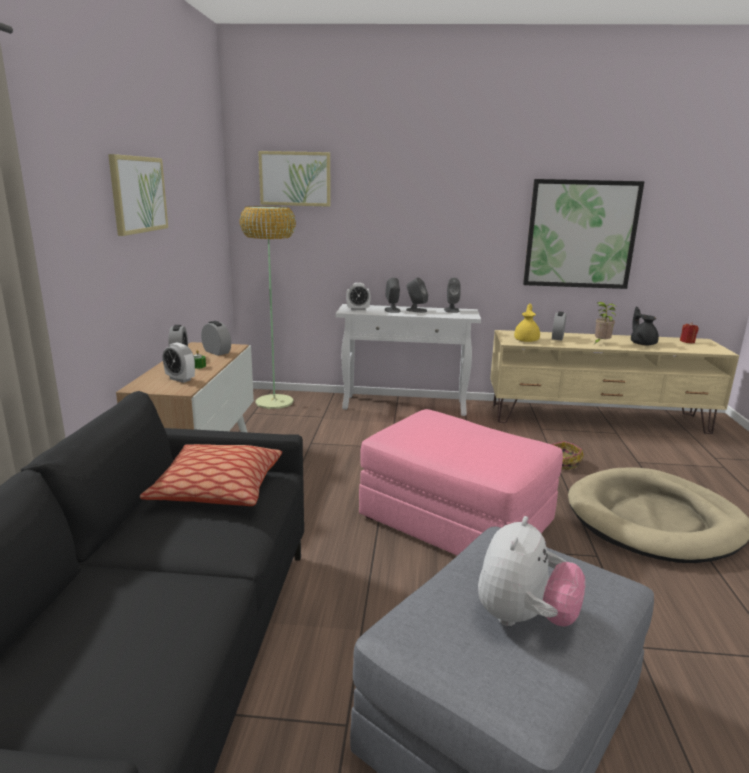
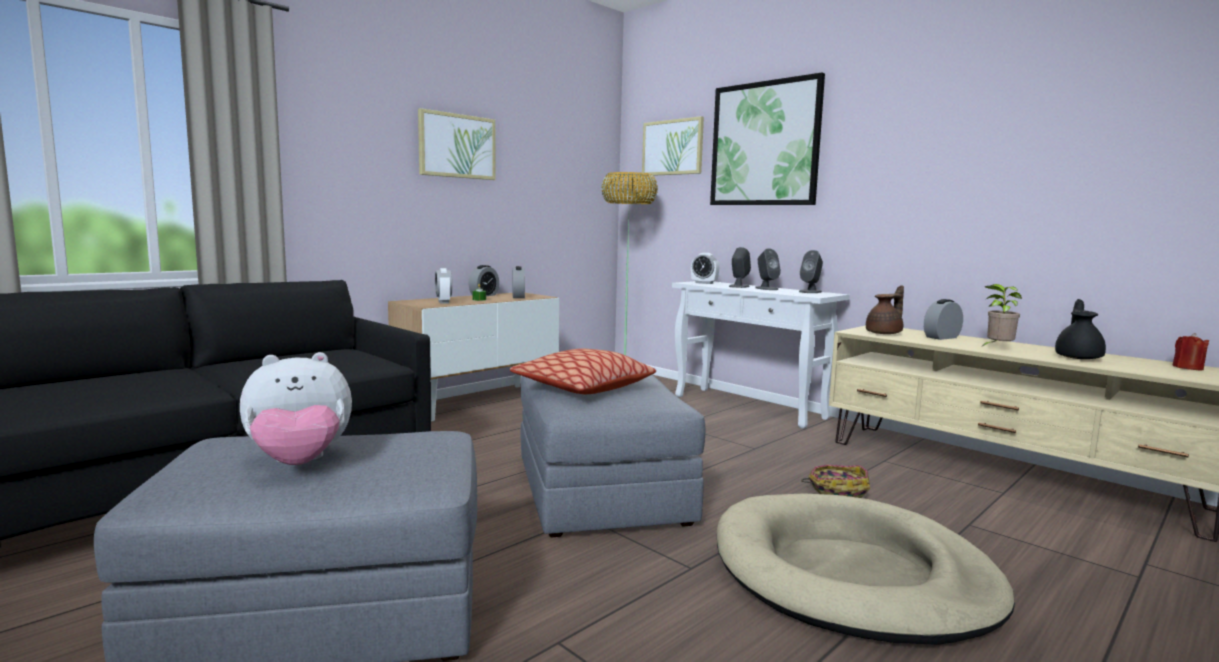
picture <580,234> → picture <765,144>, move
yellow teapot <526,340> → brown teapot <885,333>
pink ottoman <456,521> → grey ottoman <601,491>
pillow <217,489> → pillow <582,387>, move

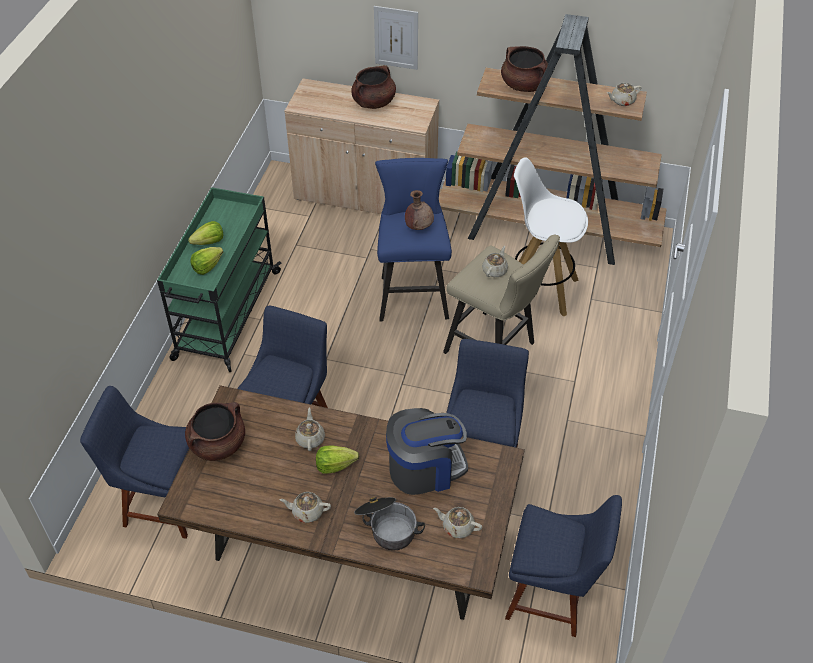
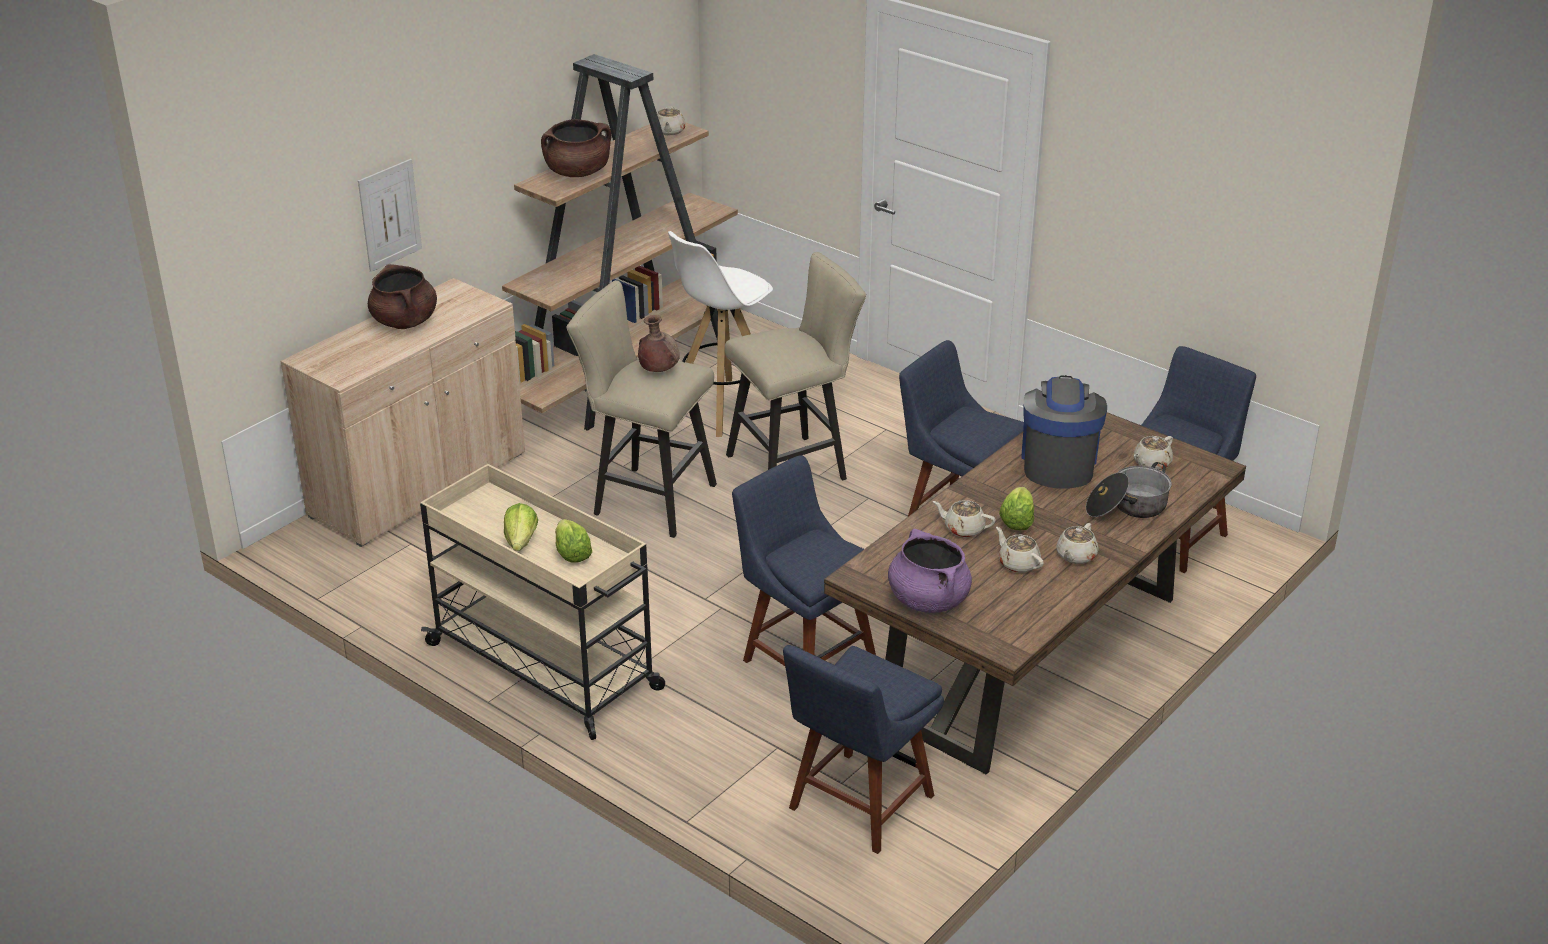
blue stool <412,293> → beige stool <646,499>
green cart <226,316> → beige cart <546,668>
beige teapot <495,270> → beige teapot <1018,563>, move
brown cooking pot <218,444> → purple cooking pot <927,600>

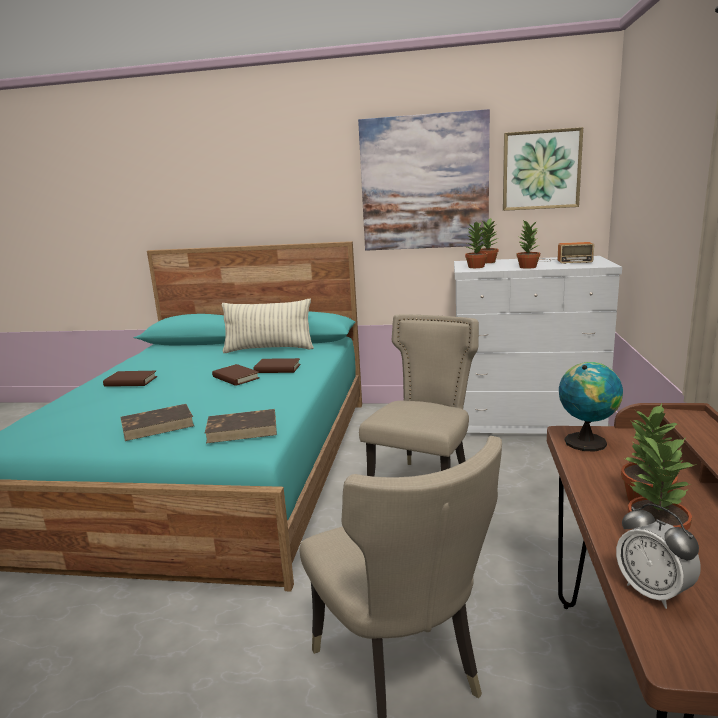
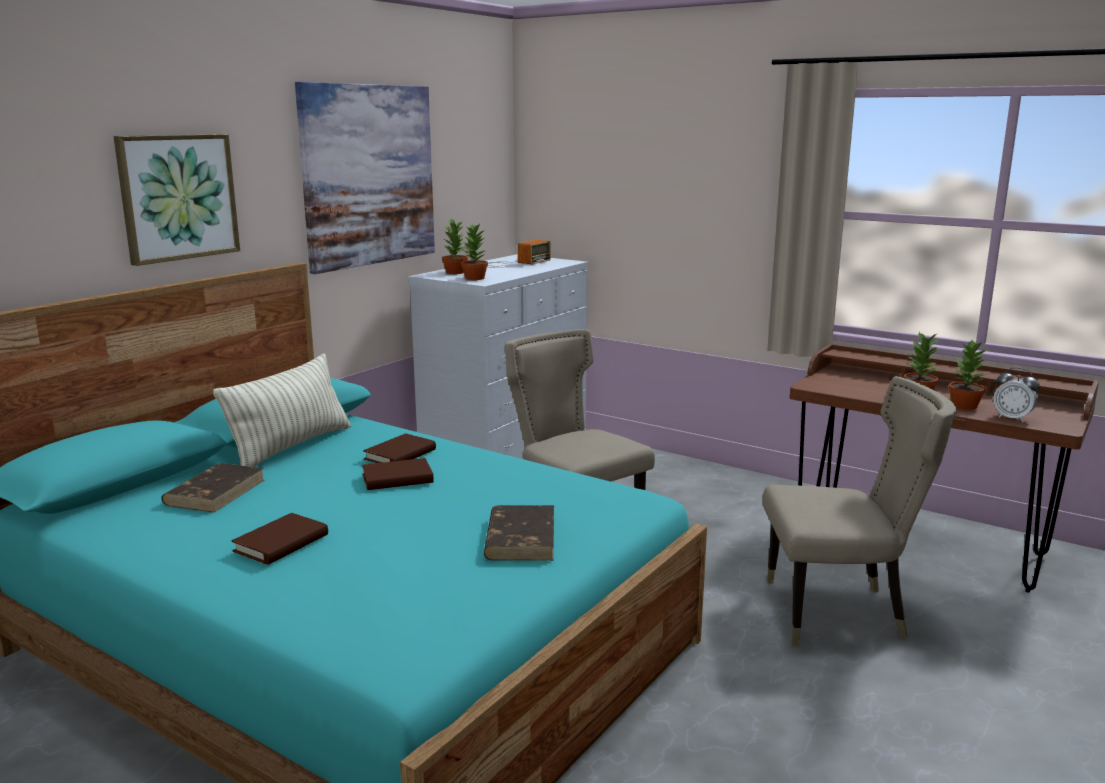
picture <541,170> → picture <178,197>, move
potted plant <527,267> → -
globe <586,441> → -
brown book <243,429> → brown book <216,492>, move
alarm clock <653,592> → alarm clock <1012,418>, 45 degrees clockwise

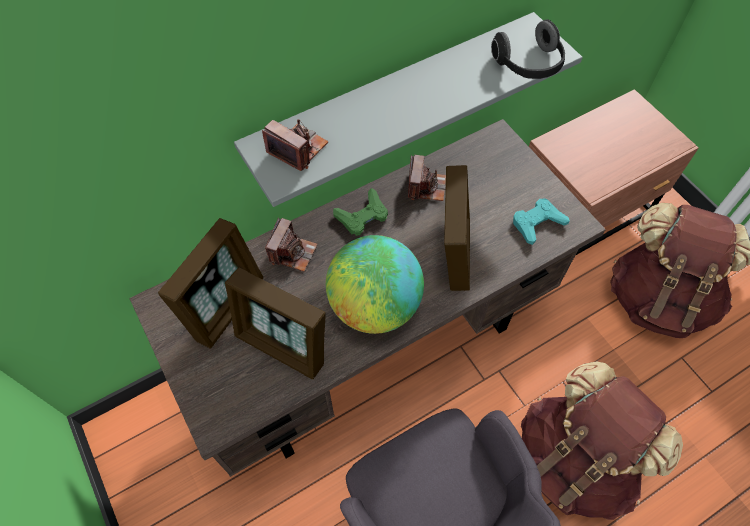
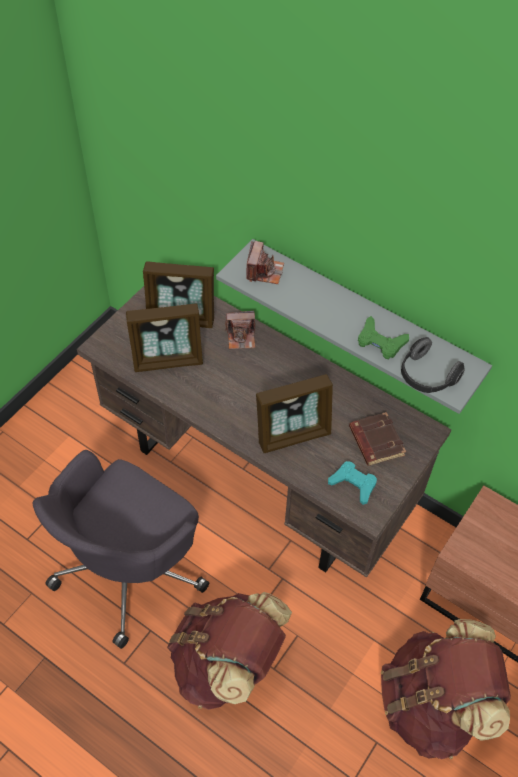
photo camera <426,186> → -
green game controller <362,216> → green game controller <380,342>, move
globe <374,306> → -
picture frame <283,345> → picture frame <168,360>, 105 degrees counterclockwise
- → brown book <375,441>

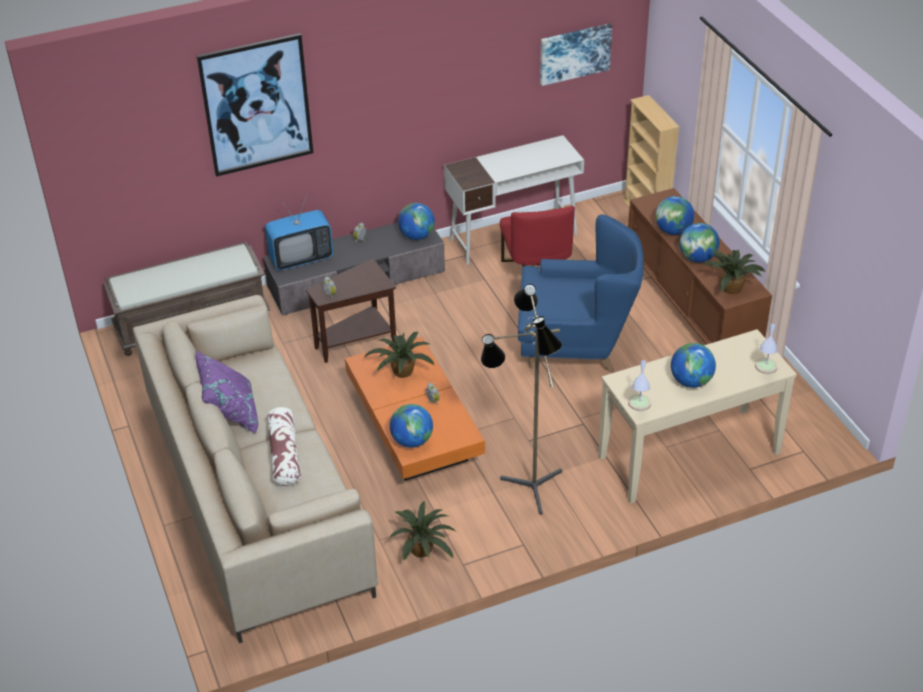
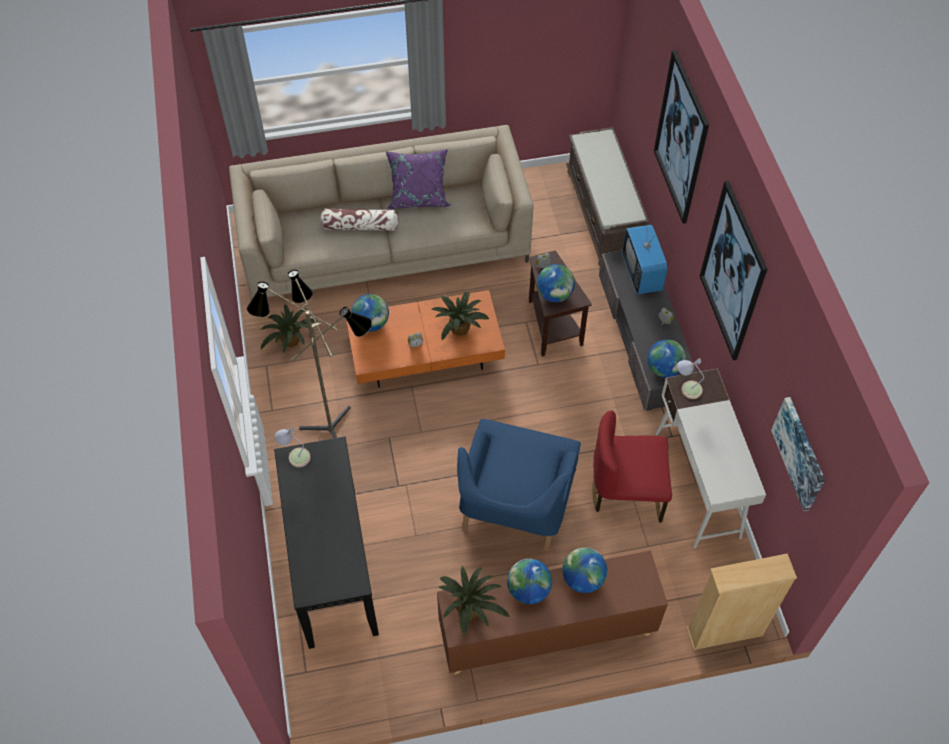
table lamp <765,370> → table lamp <687,388>, move
beige console table <689,455> → black console table <331,565>
globe <691,381> → globe <554,294>, move
- → picture <732,272>

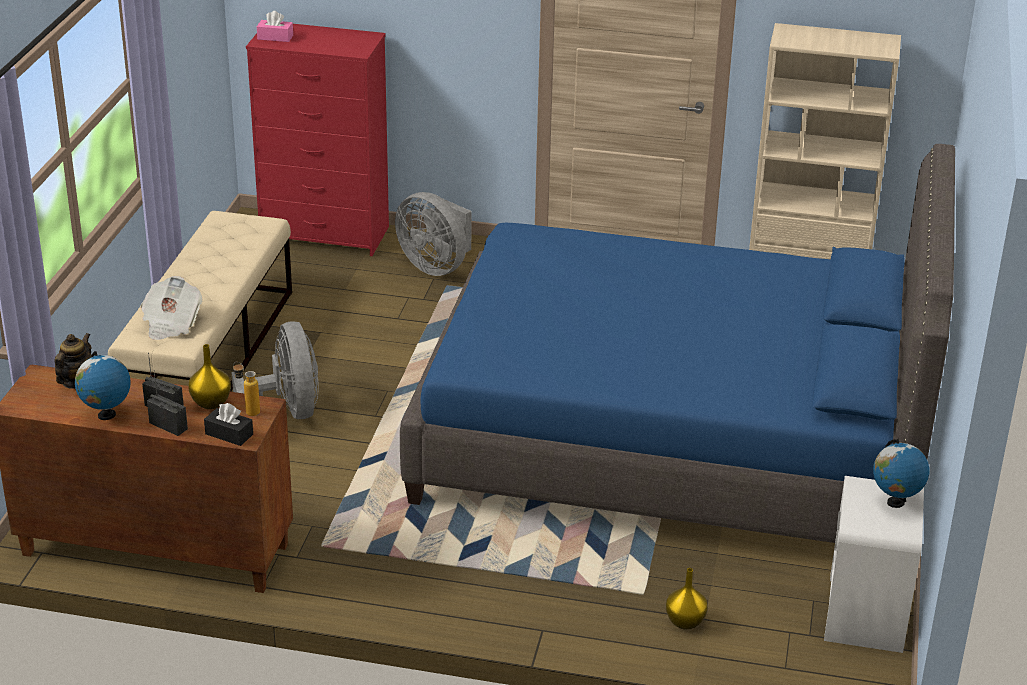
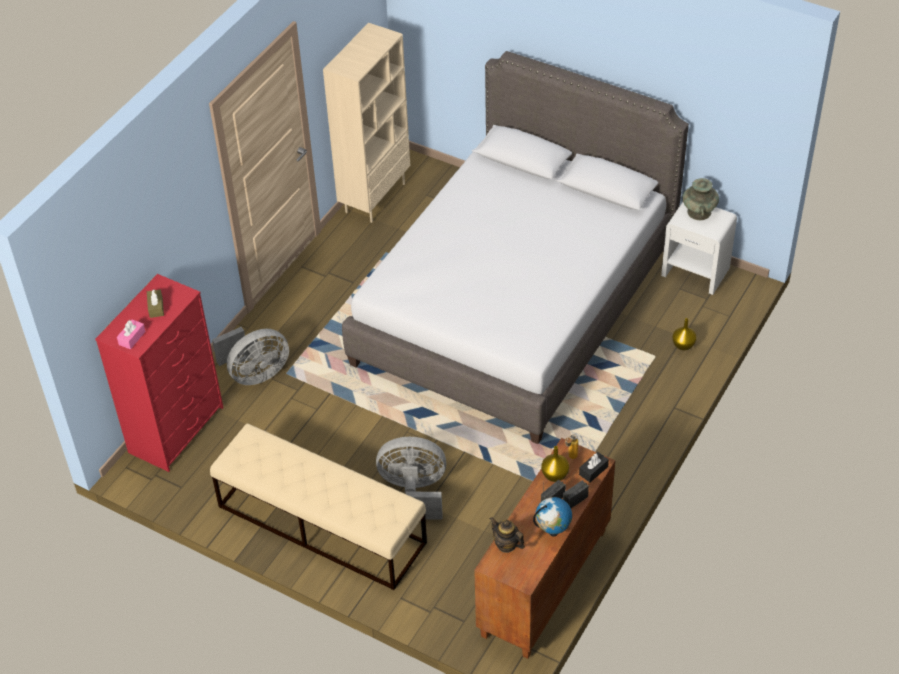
blue bed <673,440> → grey bed <514,304>
newspaper <171,324> → -
globe <895,502> → turquoise vase <699,212>
- → brown tissue box <156,307>

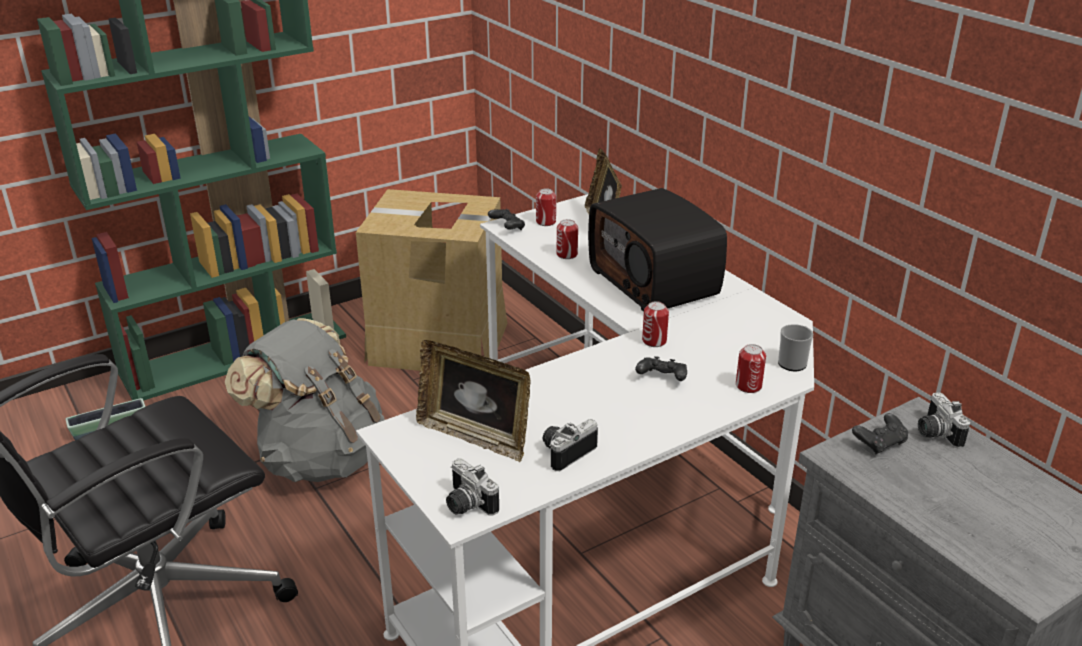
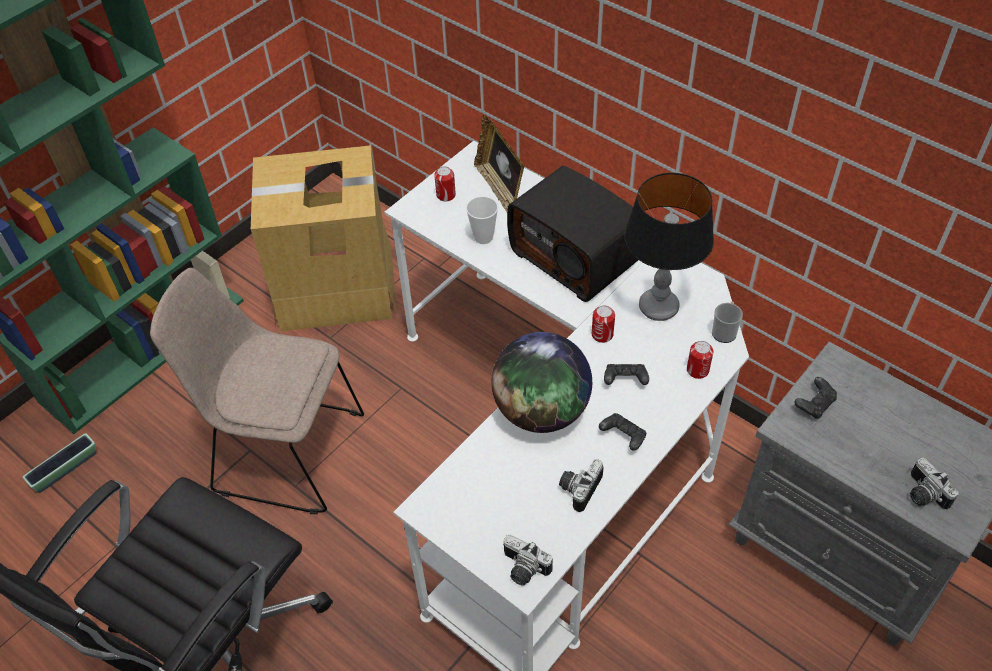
black game controller <507,228> → black game controller <623,437>, move
can <567,254> → cup <483,237>
grey backpack <320,457> → beige chair <284,451>
picture frame <475,436> → -
photo camera <935,433> → photo camera <922,494>, move
- → table lamp <658,307>
- → globe <541,411>

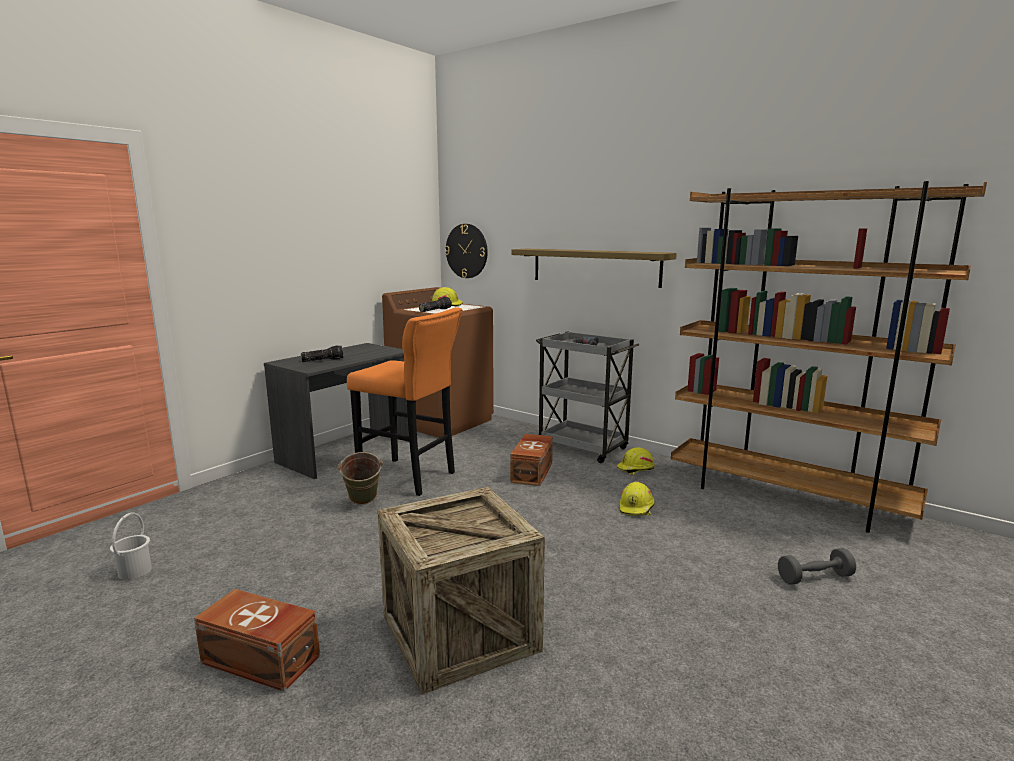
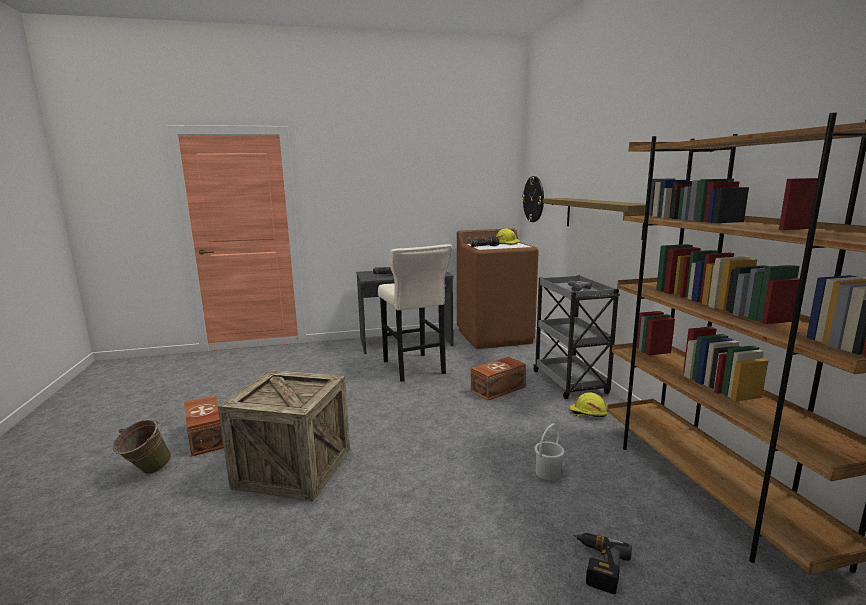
orange stool <410,478> → beige stool <414,369>
green bucket <362,503> → green bucket <146,472>, move
yellow hard hat <636,508> → -
white bucket <134,571> → white bucket <547,472>, move
grey dumbbell <814,578> → power drill <597,566>

